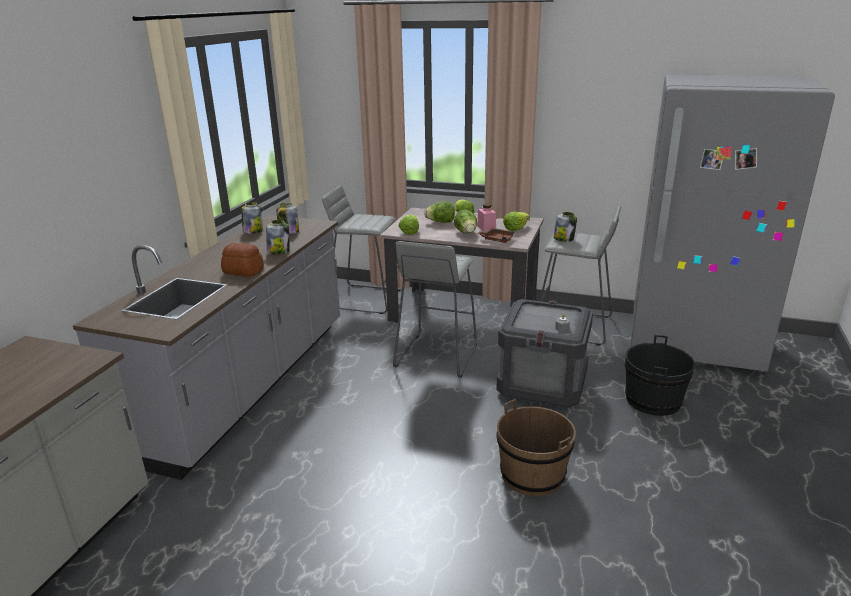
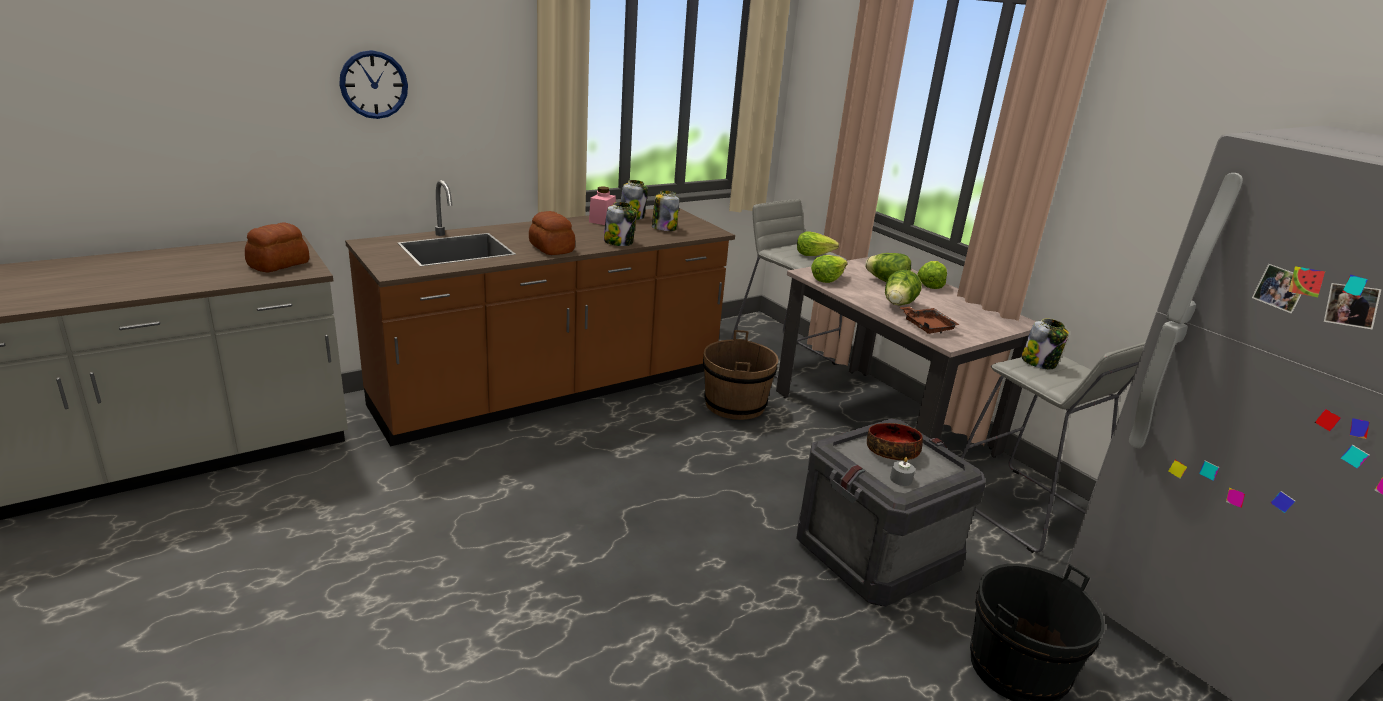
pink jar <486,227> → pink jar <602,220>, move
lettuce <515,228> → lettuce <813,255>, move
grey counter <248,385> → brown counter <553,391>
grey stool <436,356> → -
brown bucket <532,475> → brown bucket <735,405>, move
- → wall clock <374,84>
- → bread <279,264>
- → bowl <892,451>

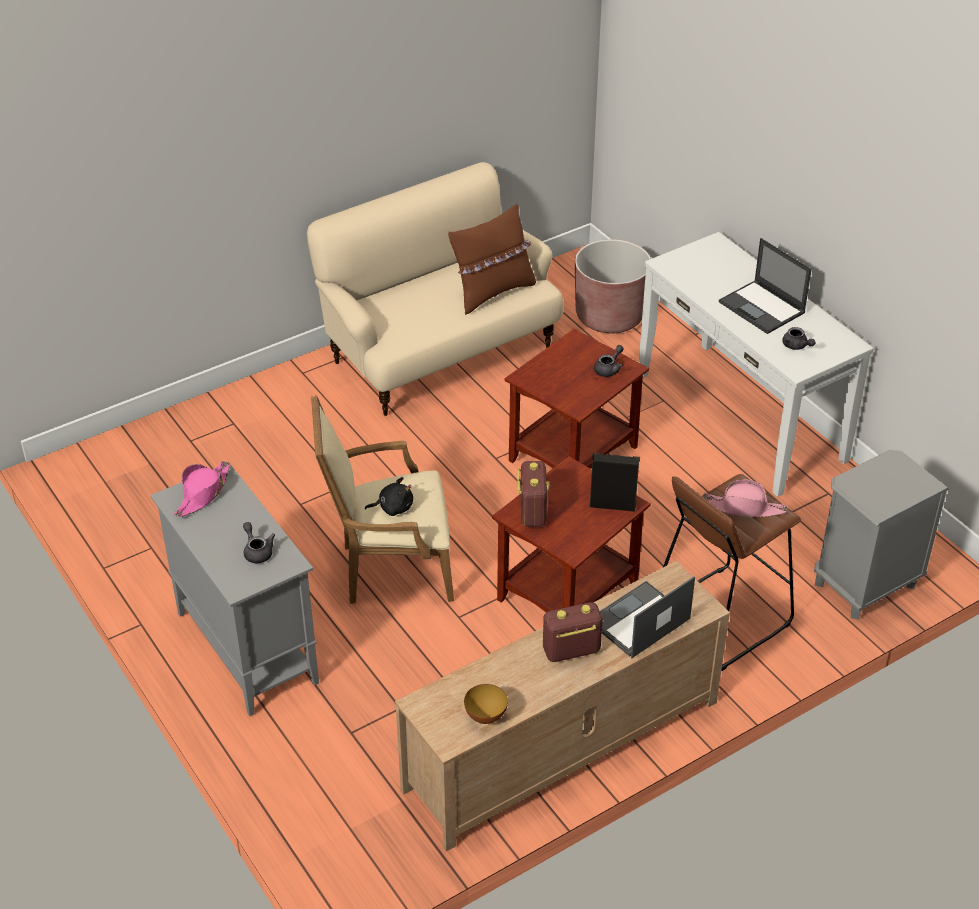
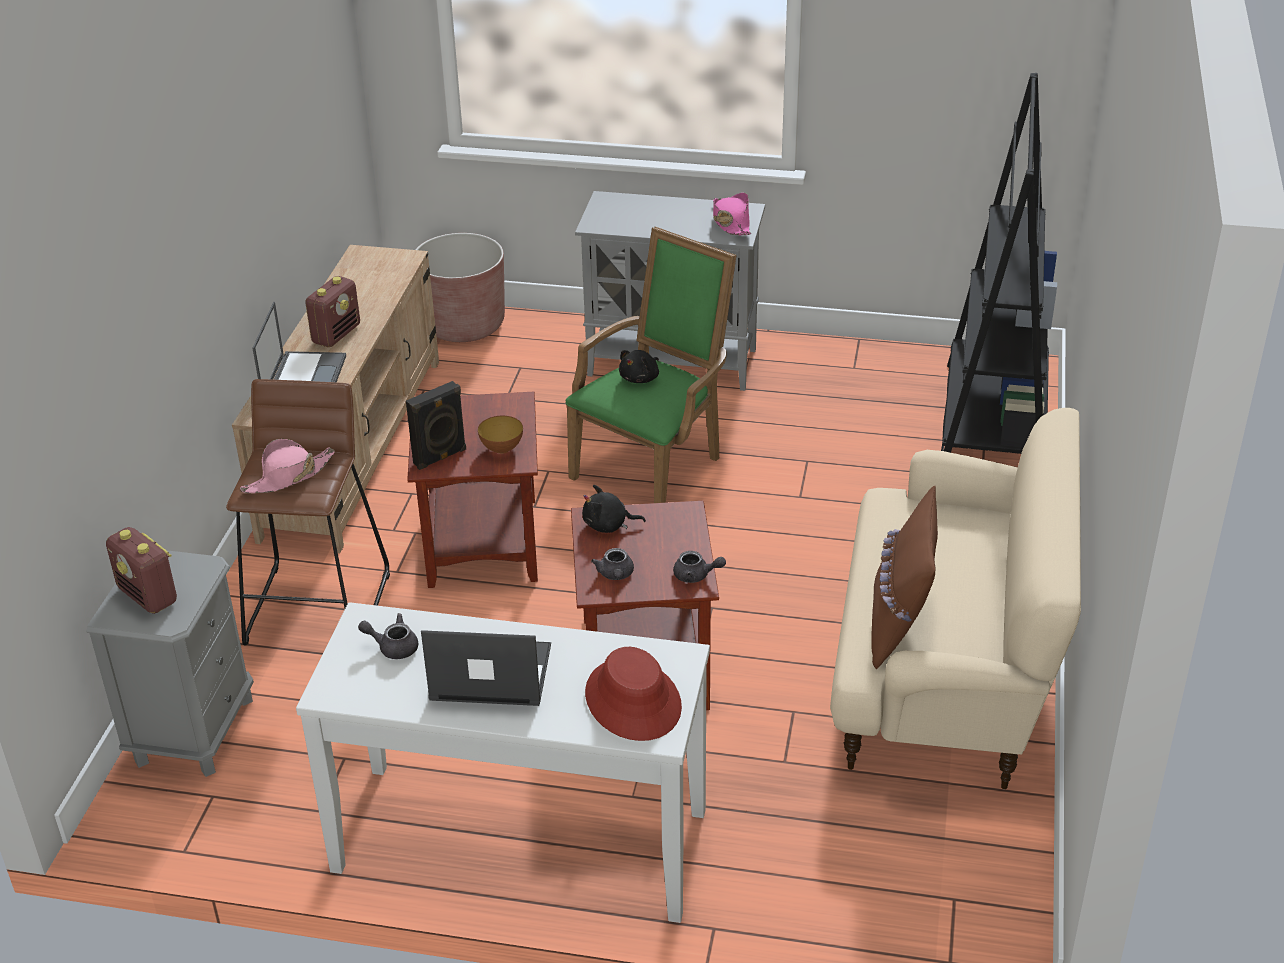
brown planter <609,316> → brown planter <464,325>, move
beige armchair <389,570> → green armchair <655,465>
radio <532,511> → radio <148,596>, move
grey teapot <257,551> → grey teapot <696,576>, move
bowl <485,716> → bowl <502,449>, move
- → black bookcase <993,424>
- → black plush toy <608,525>
- → red hat <633,700>

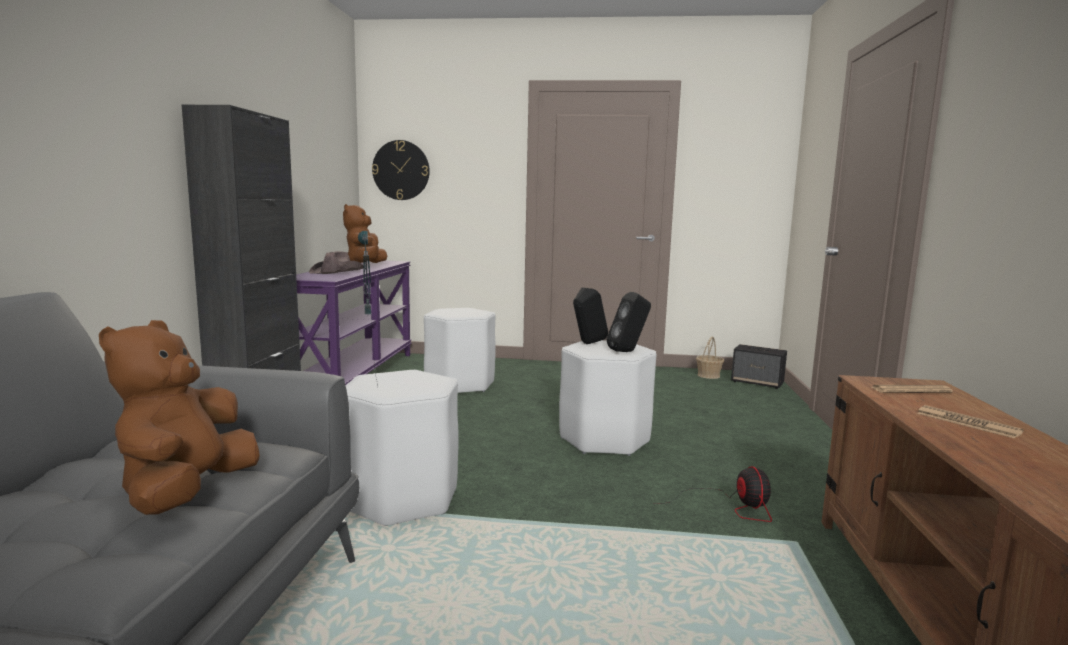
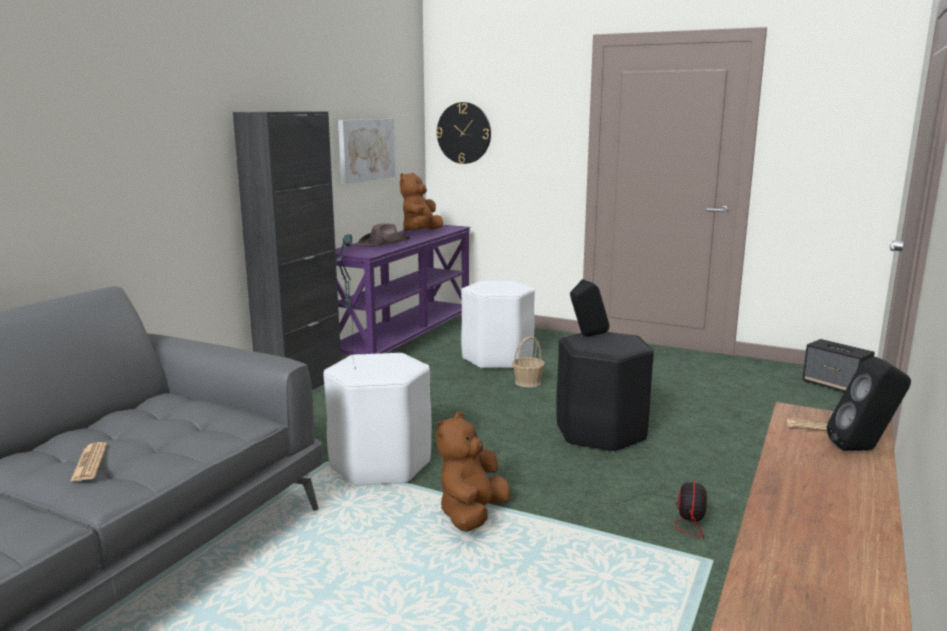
black speaker <628,351> → black speaker <863,449>, move
brown plush toy <187,494> → brown plush toy <472,515>, move
basket <708,375> → basket <528,382>, move
white stool <604,439> → black stool <600,433>
newspaper <967,423> → newspaper <89,463>, move
- → picture <366,150>

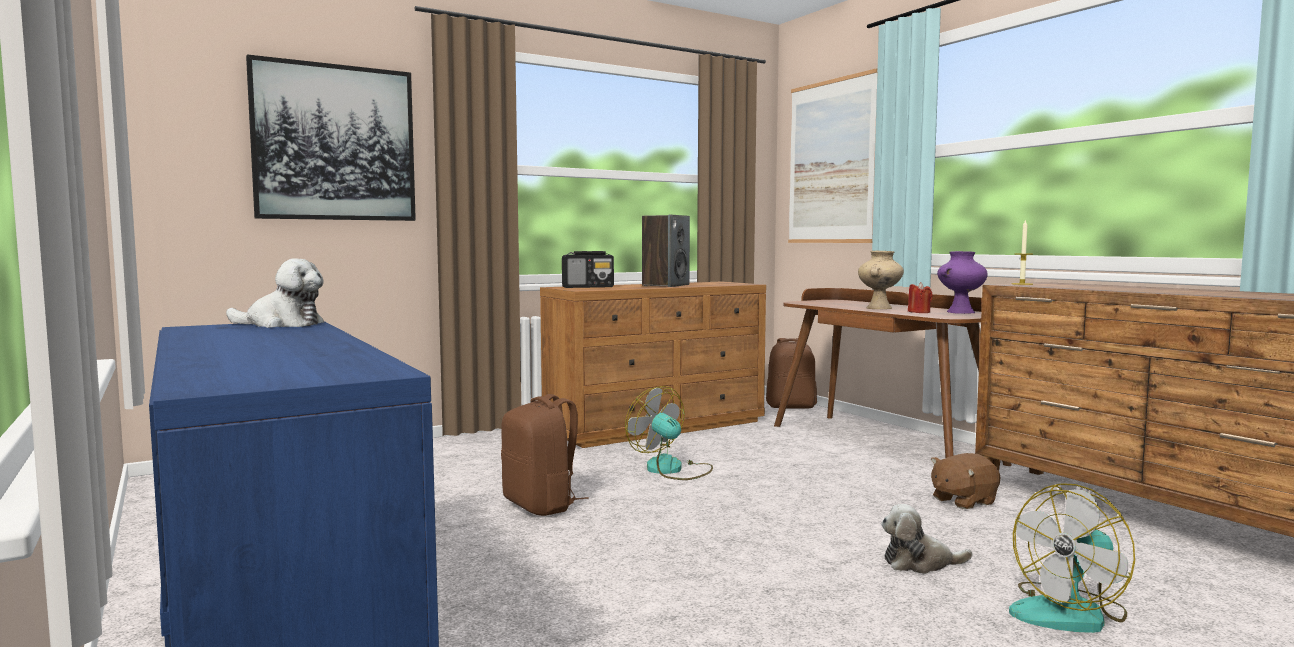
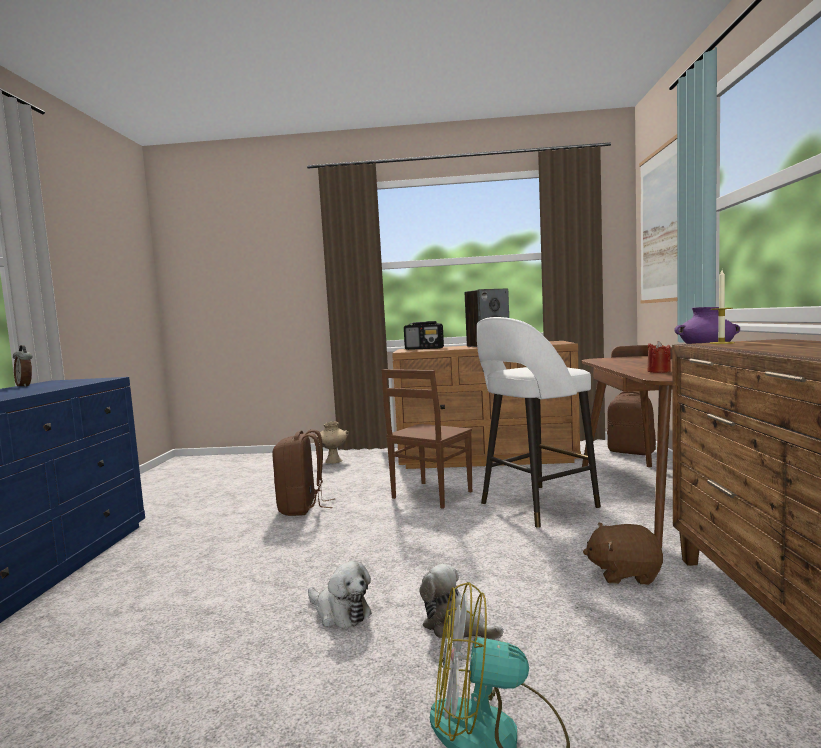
picture <334,143> → -
beige vase <879,308> → beige vase <333,461>, move
plush toy <282,324> → plush toy <340,612>, move
fan <672,469> → brown chair <430,495>
- → white stool <536,506>
- → alarm clock <26,386>

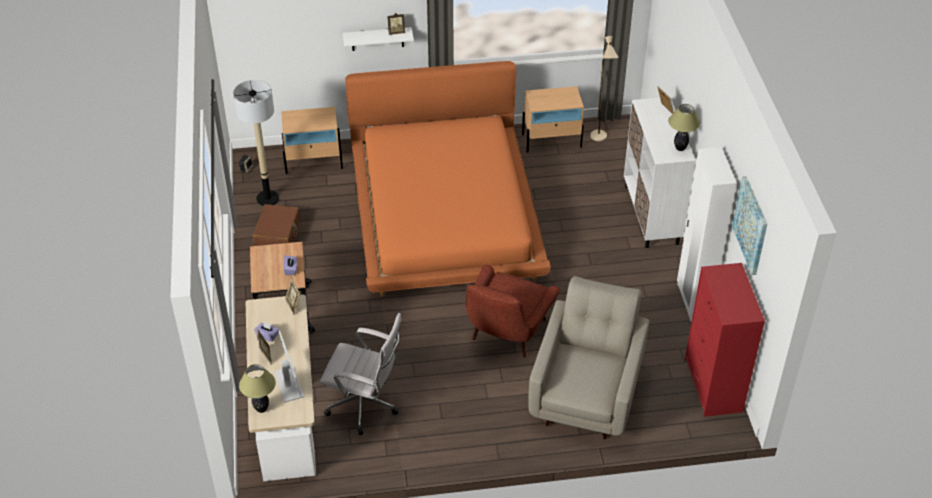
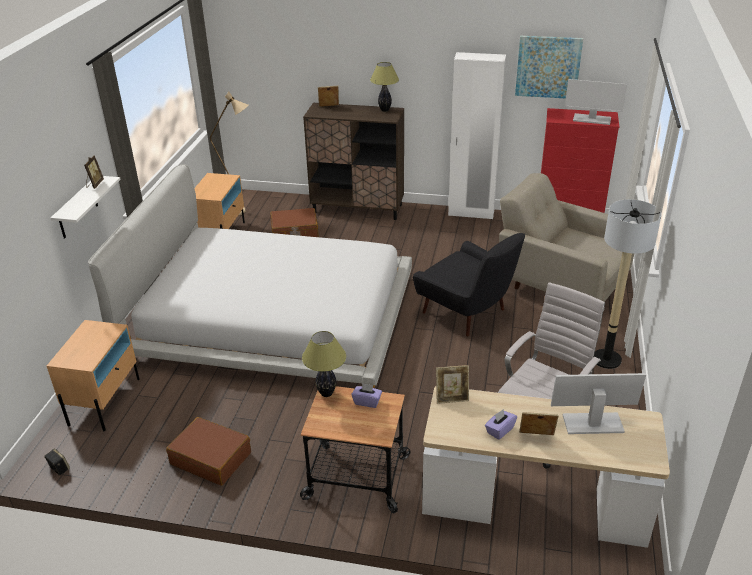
orange bed <444,211> → white bed <271,317>
floor lamp <268,199> → floor lamp <606,359>, move
white cabinet <651,215> → brown cabinet <358,209>
red armchair <506,333> → black armchair <467,313>
table lamp <261,409> → table lamp <326,393>, move
- → monitor <591,119>
- → brown suitcase <294,232>

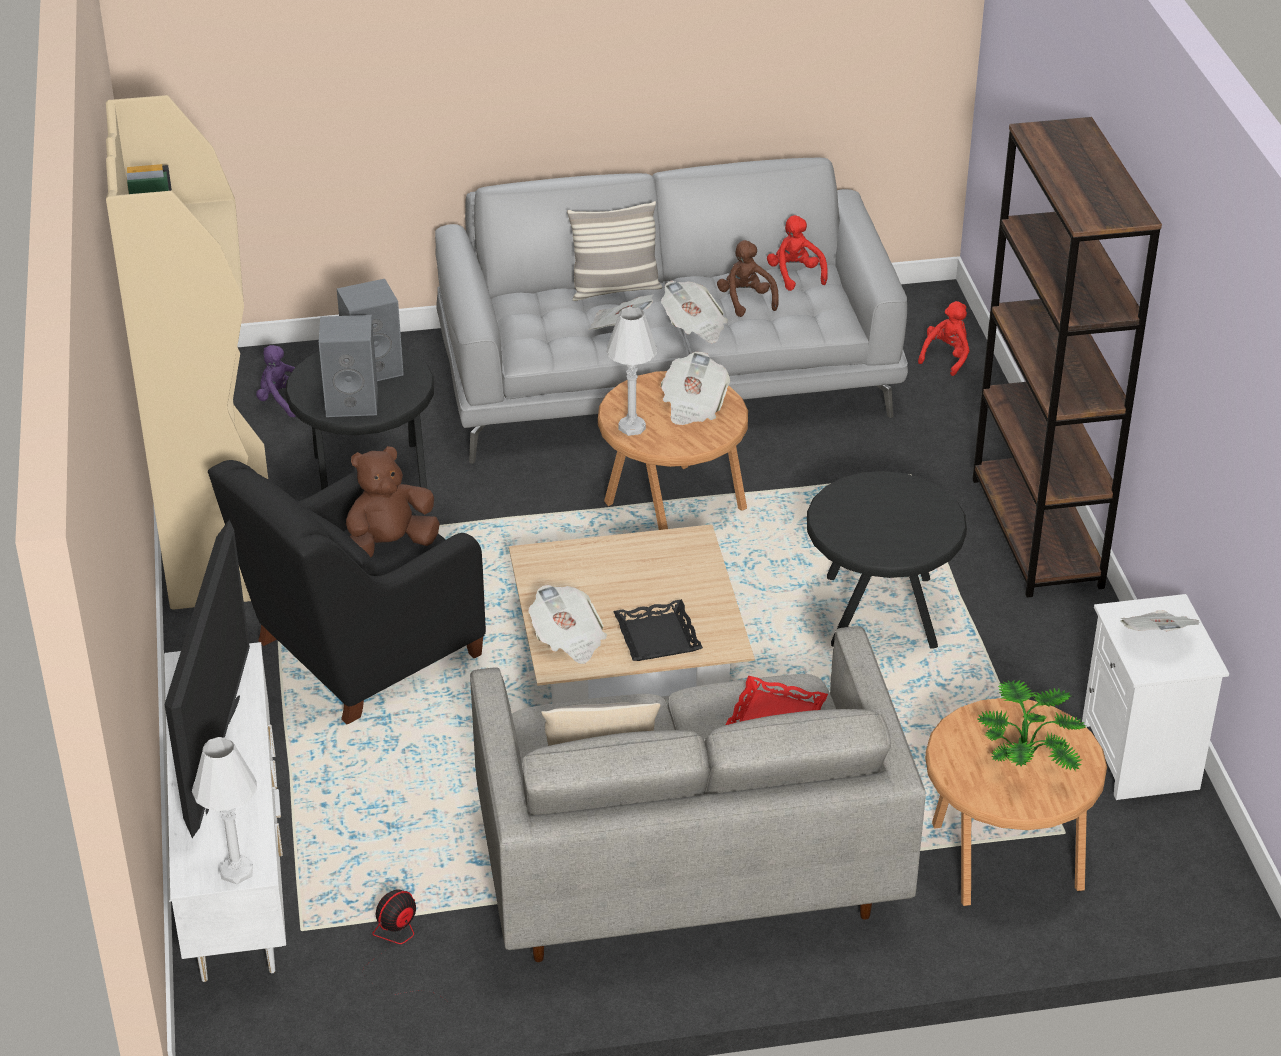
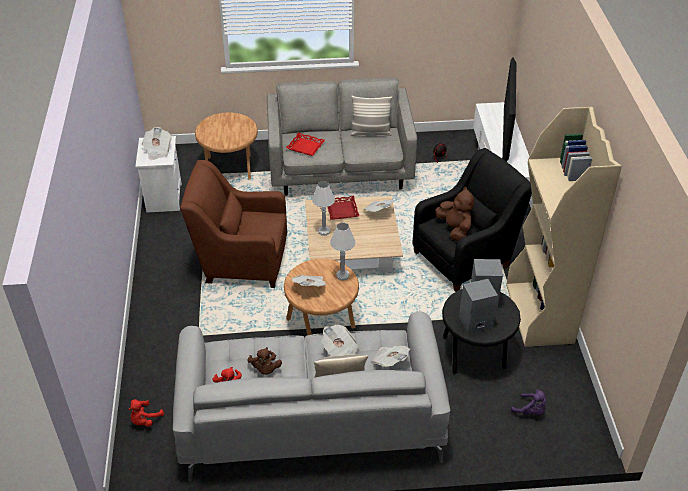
brown bookcase <1037,533> → -
newspaper <694,327> → newspaper <390,361>, move
brown plush toy <389,545> → brown plush toy <455,229>, 90 degrees counterclockwise
black side table <879,614> → brown armchair <241,261>
black tray <656,637> → red tray <342,210>
potted plant <1028,760> → -
white table lamp <237,871> → white table lamp <324,231>, move

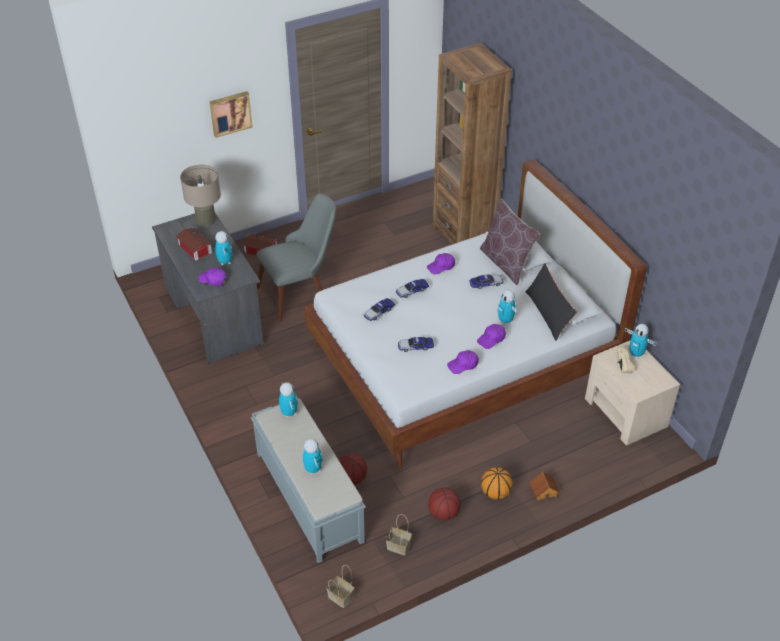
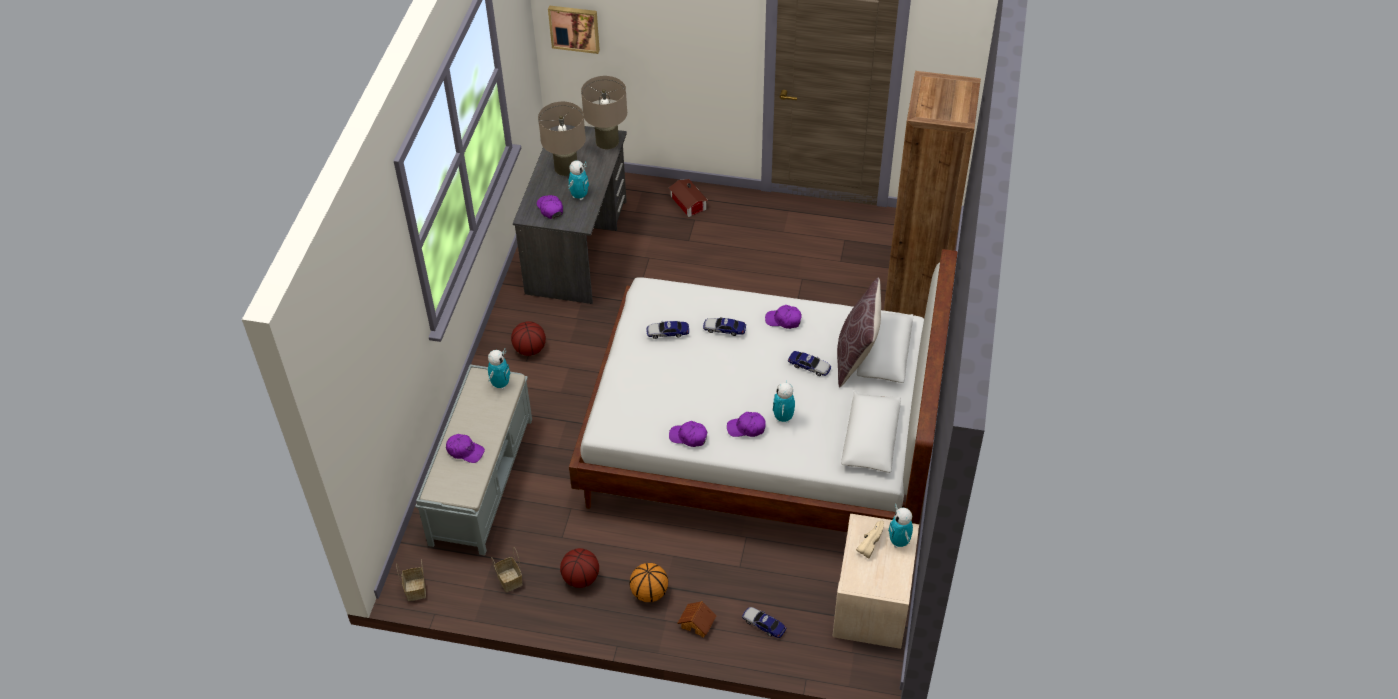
picture <230,113> → picture <574,28>, move
grey chair <301,291> → -
toy house <195,249> → beige table lamp <566,167>
black pillow <548,313> → -
toy car <415,346> → toy car <763,624>, move
toy robot <313,469> → purple cap <465,451>
basketball <351,478> → basketball <530,349>, move

